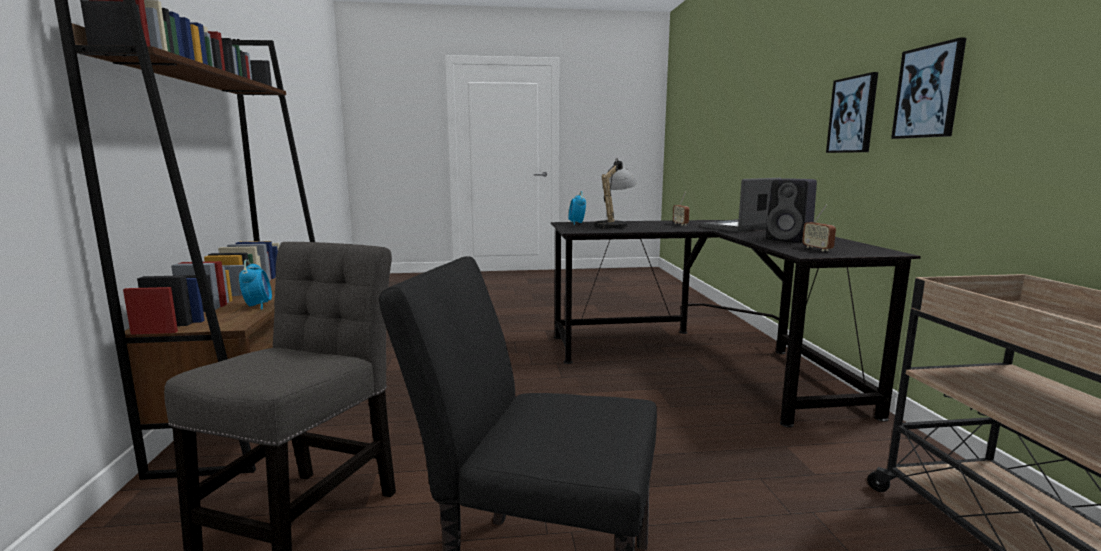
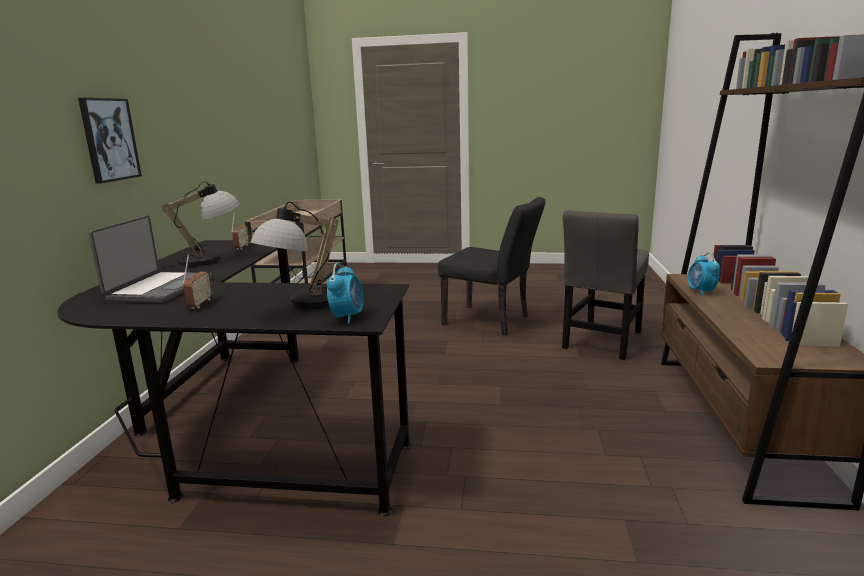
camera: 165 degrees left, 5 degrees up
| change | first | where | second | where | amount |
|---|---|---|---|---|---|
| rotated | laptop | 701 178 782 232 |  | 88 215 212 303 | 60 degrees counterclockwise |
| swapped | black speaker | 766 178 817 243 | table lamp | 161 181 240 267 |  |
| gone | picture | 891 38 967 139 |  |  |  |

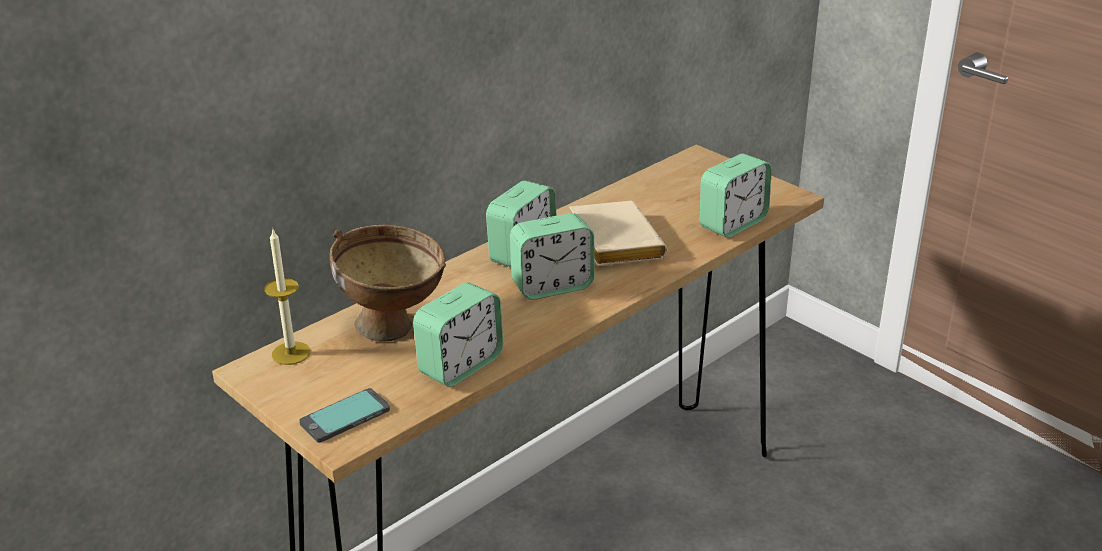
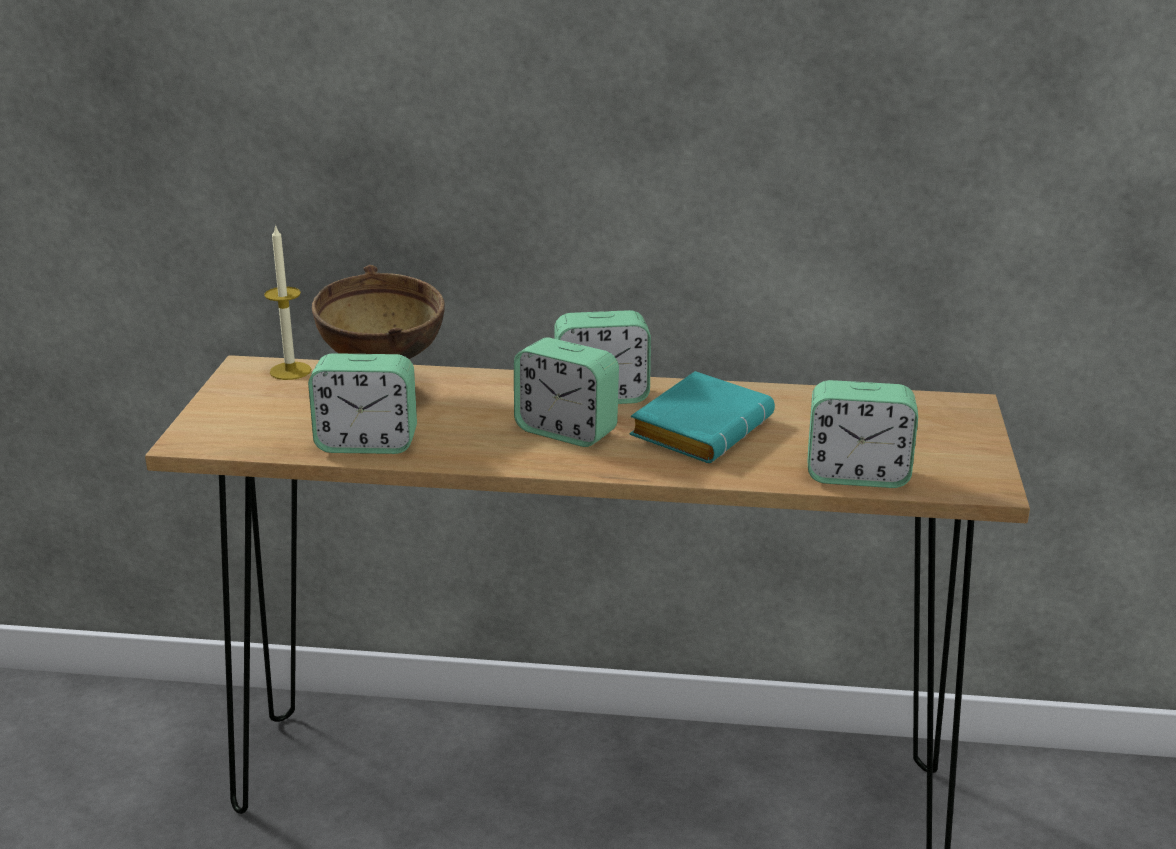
camera: 50 degrees right, 5 degrees down
| change | first | where | second | where | amount |
|---|---|---|---|---|---|
| repainted | beige book | 569 201 667 266 | turquoise book | 630 371 775 463 |  |
| gone | phone | 299 388 390 443 |  |  |  |

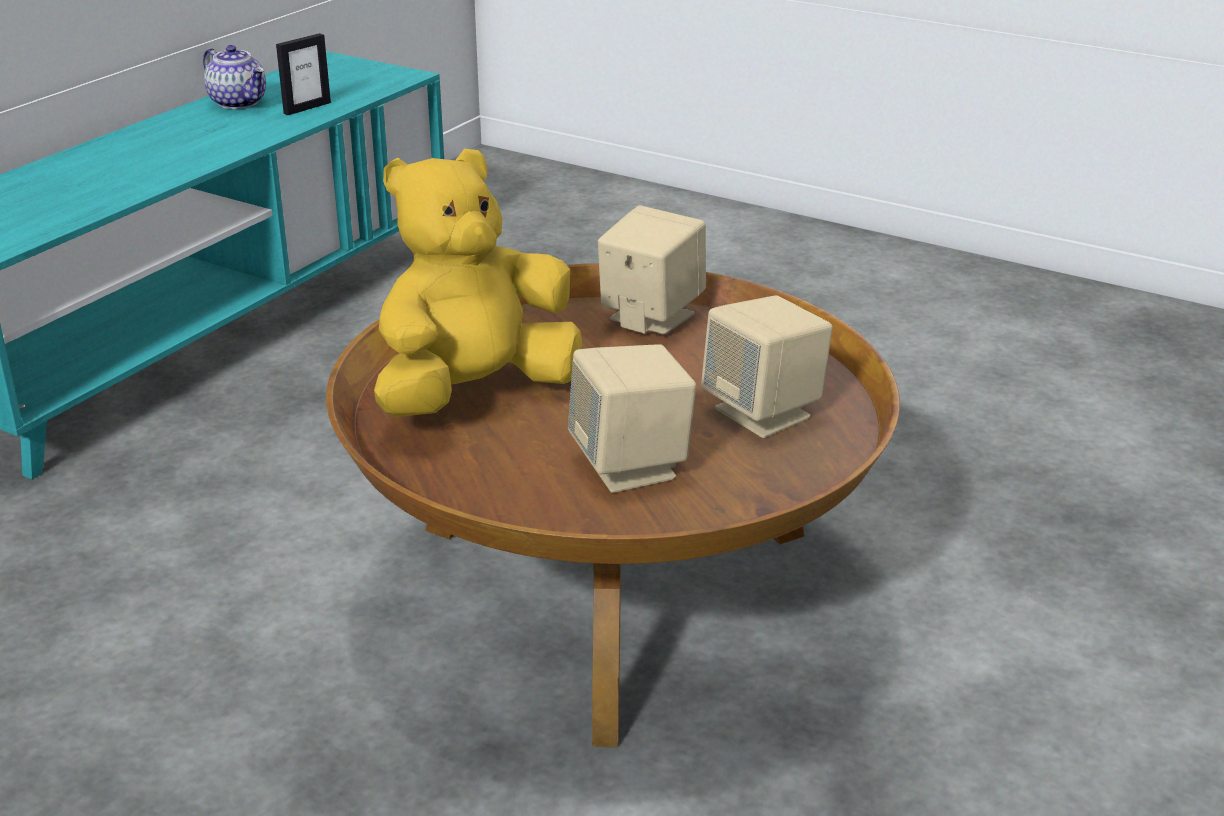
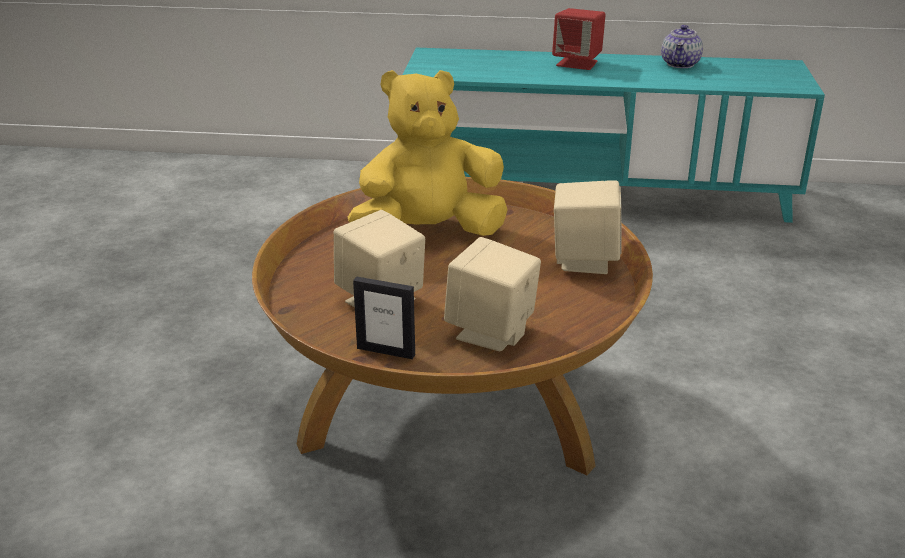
camera: 65 degrees right, 0 degrees up
| change | first | where | second | where | amount |
|---|---|---|---|---|---|
| rotated | yellow plush toy | 374 149 582 417 |  | 348 70 508 236 | 45 degrees counterclockwise |
| shifted | picture frame | 276 33 331 115 |  | 353 277 415 359 |  |
| new |  |  | red speaker | 552 8 606 70 |  |

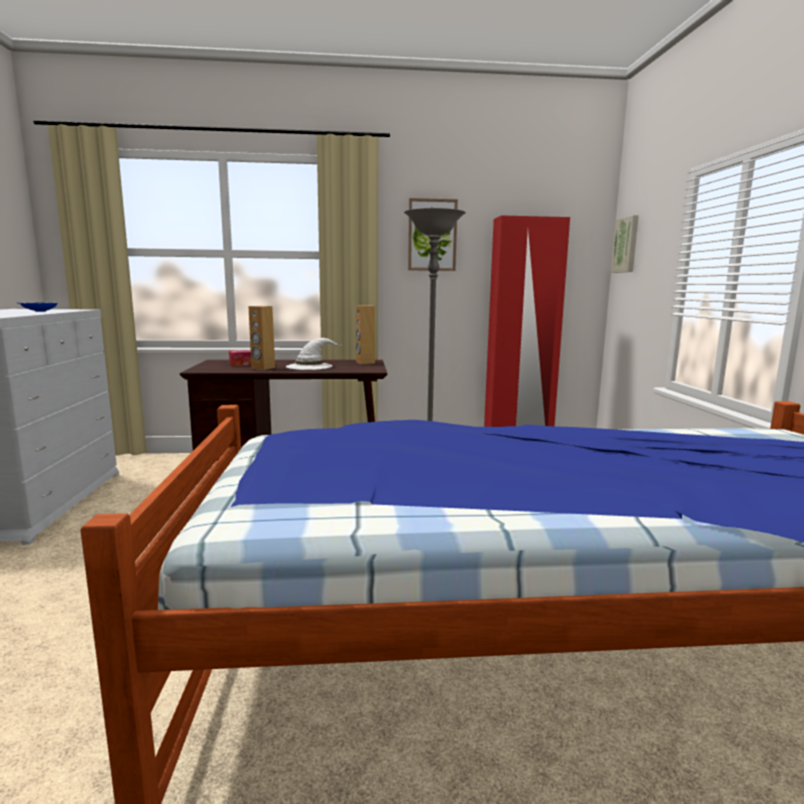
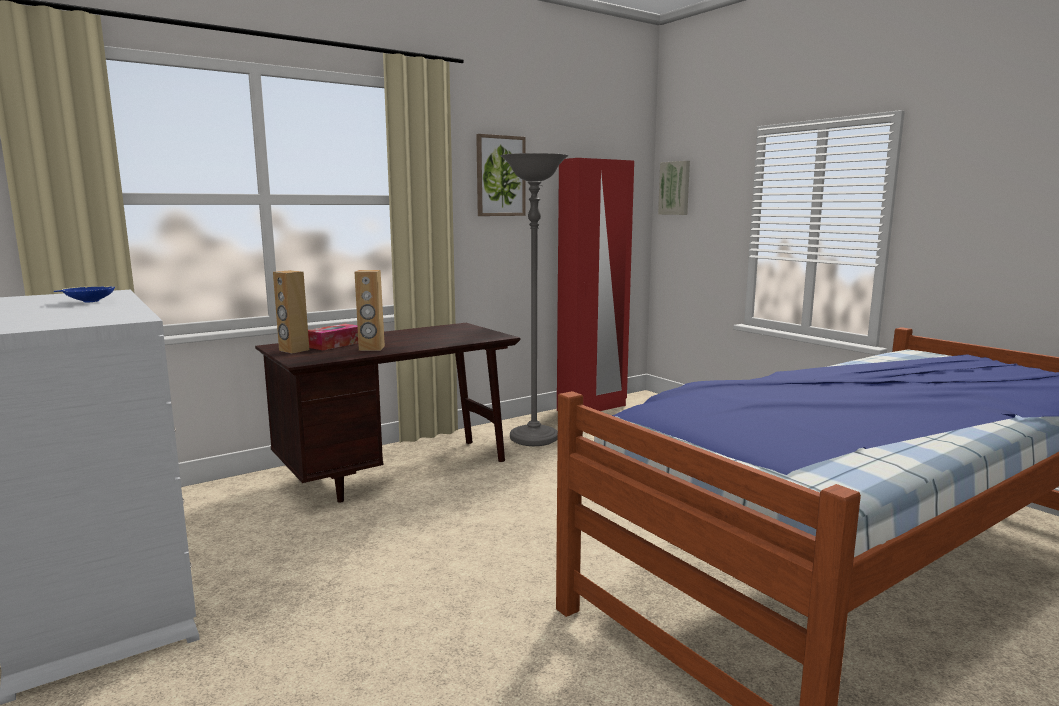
camera: 30 degrees left, 0 degrees up
| change | first | where | second | where | amount |
|---|---|---|---|---|---|
| shifted | brown speaker | 356 305 375 364 |  | 273 270 309 354 |  |
| gone | white hat | 286 338 341 370 |  |  |  |

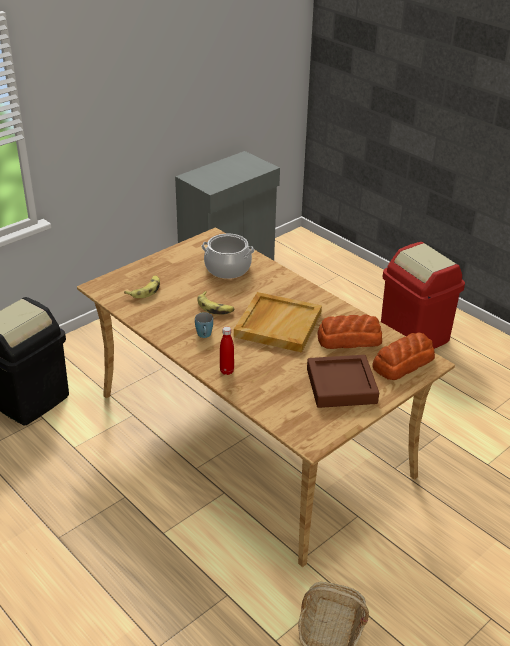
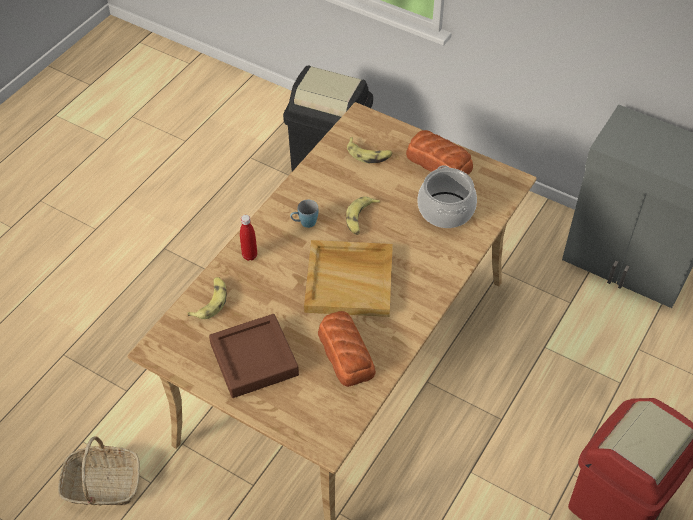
camera: 75 degrees right, 15 degrees up
| change | first | where | second | where | amount |
|---|---|---|---|---|---|
| new |  |  | banana | 187 277 227 319 |  |
| shifted | bread | 372 332 435 380 |  | 406 130 473 174 |  |

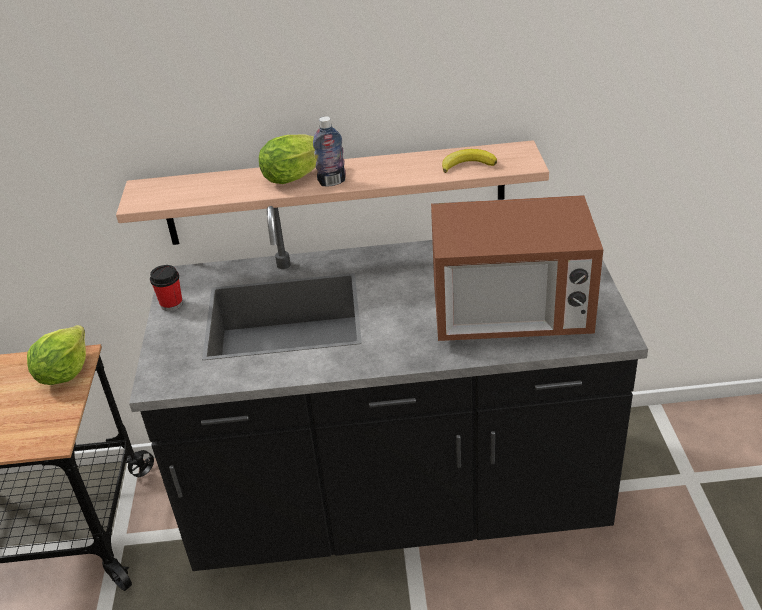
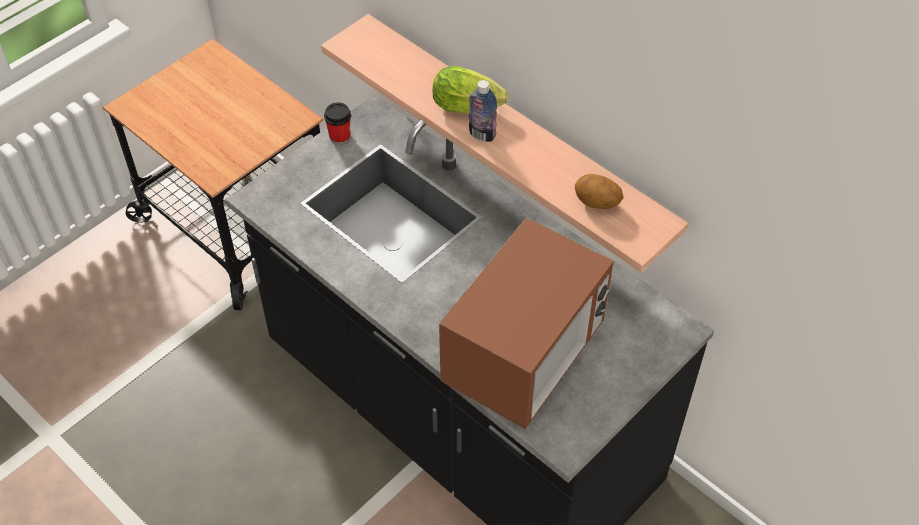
camera: 45 degrees right, 15 degrees up
| change | first | where | second | where | amount |
|---|---|---|---|---|---|
| rotated | microwave | 431 195 603 341 |  | 439 218 614 429 | 105 degrees counterclockwise |
| swapped | banana | 442 149 497 173 | potato | 575 174 623 209 |  |
| gone | lettuce | 27 325 86 385 |  |  |  |

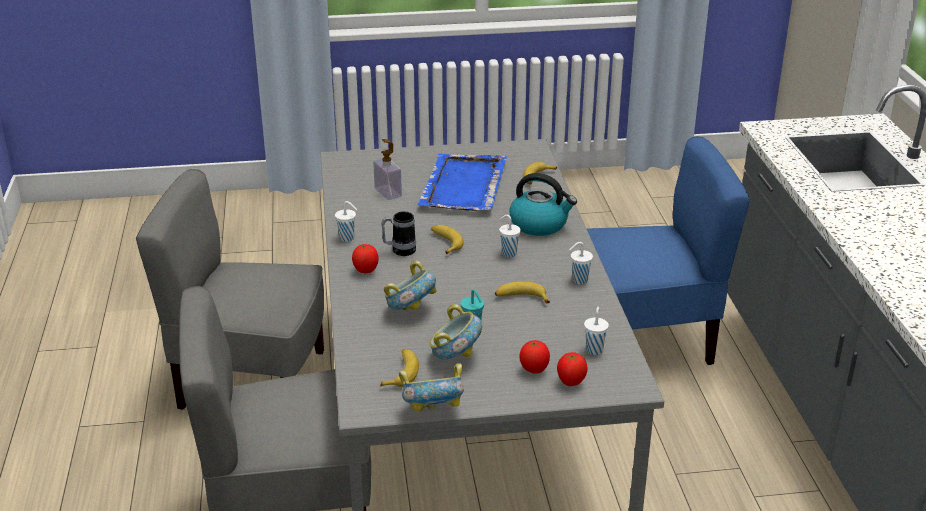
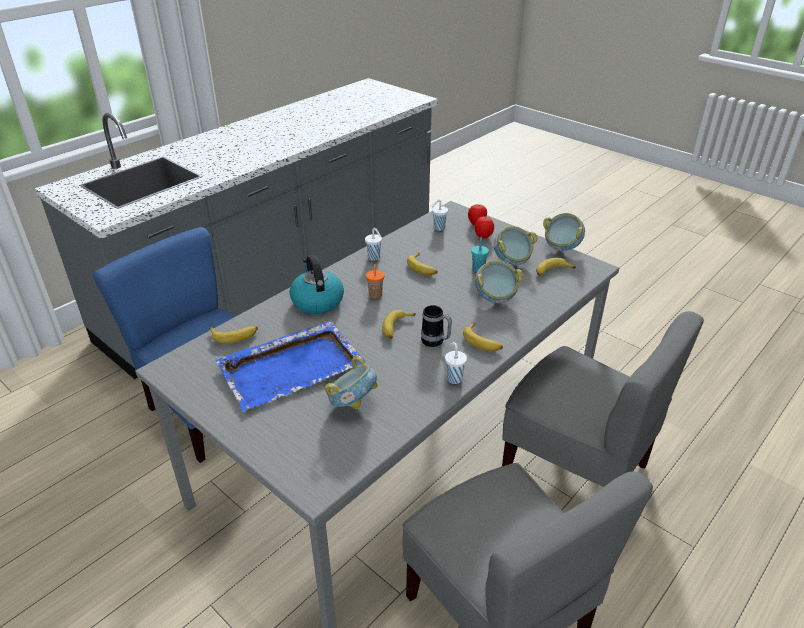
camera: 130 degrees left, 5 degrees up
| change | first | where | second | where | amount |
|---|---|---|---|---|---|
| swapped | soap dispenser | 373 139 402 200 | bowl | 325 355 378 409 |  |
| repainted | white cup | 499 215 521 257 | orange cup | 366 264 384 299 |  |
| swapped | tomato | 352 244 379 273 | banana | 463 322 503 351 |  |

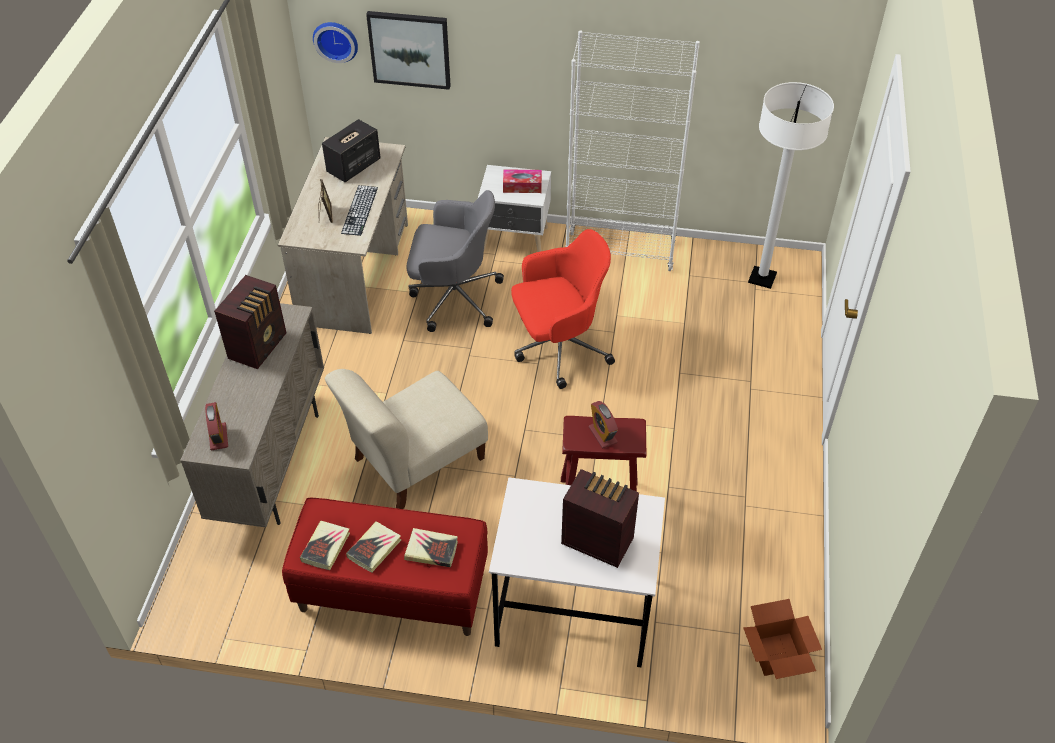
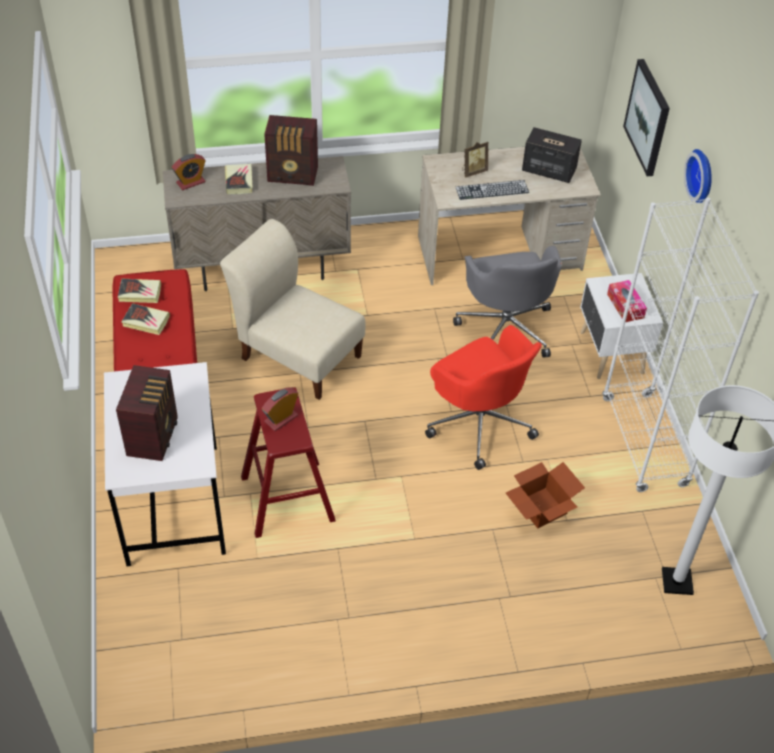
camera: 70 degrees right, 0 degrees up
| change | first | where | second | where | amount |
|---|---|---|---|---|---|
| shifted | book | 404 528 458 567 |  | 225 164 253 194 |  |
| shifted | cardboard box | 743 599 822 679 |  | 506 462 585 529 |  |
| shifted | wall clock | 313 22 358 63 |  | 684 149 712 203 |  |

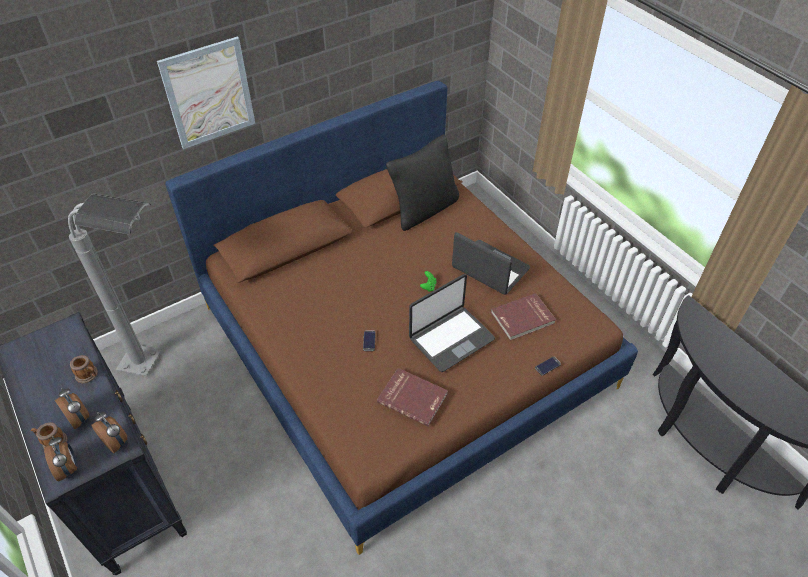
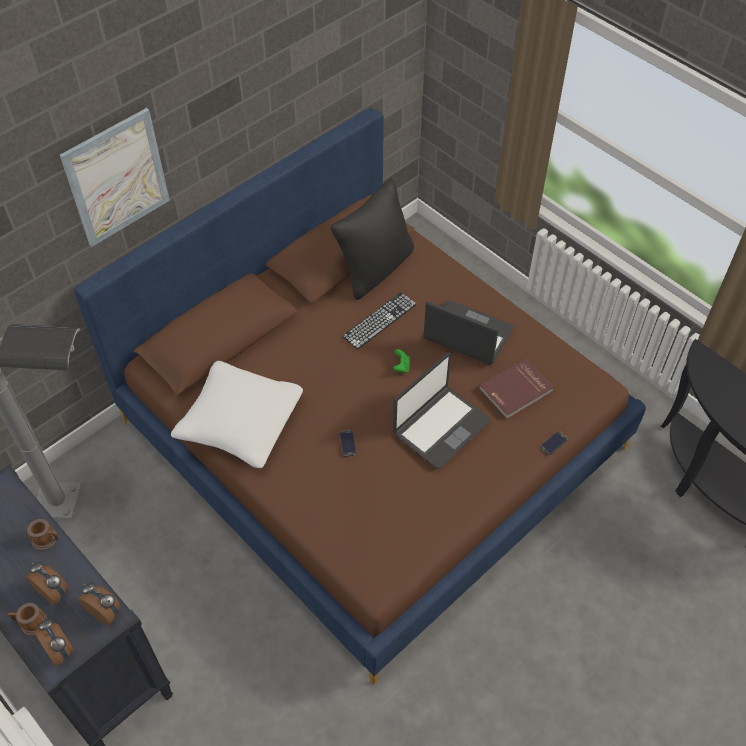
camera: 10 degrees left, 5 degrees up
| change | first | where | second | where | amount |
|---|---|---|---|---|---|
| new |  |  | white pillow | 171 361 303 468 |  |
| new |  |  | keyboard | 342 292 417 350 |  |
| gone | red book | 377 368 448 426 |  |  |  |

